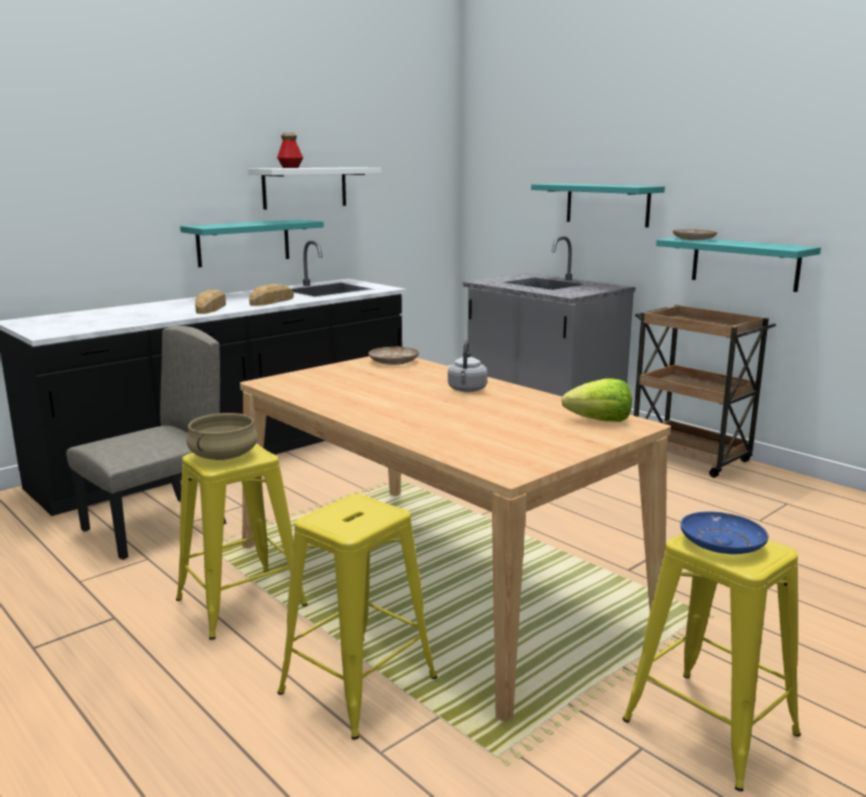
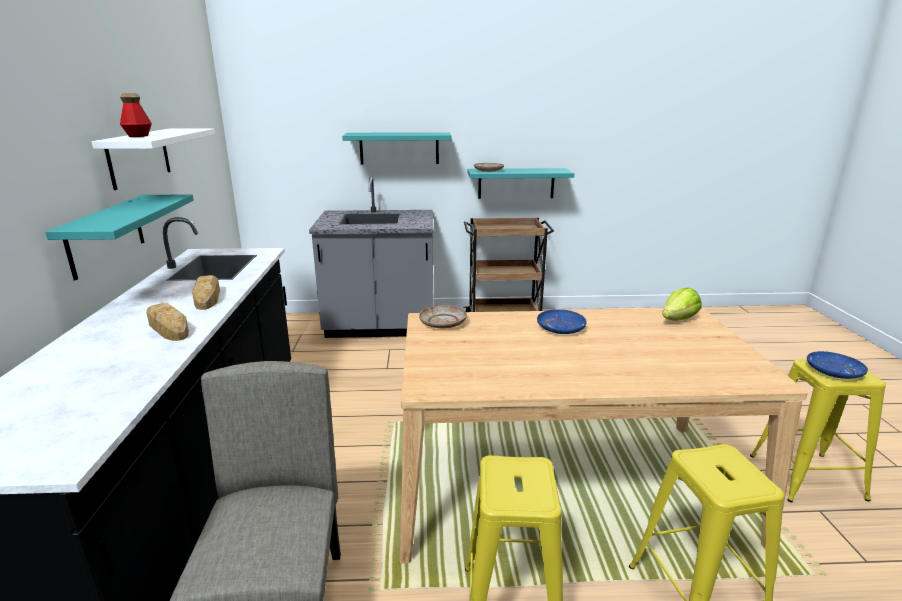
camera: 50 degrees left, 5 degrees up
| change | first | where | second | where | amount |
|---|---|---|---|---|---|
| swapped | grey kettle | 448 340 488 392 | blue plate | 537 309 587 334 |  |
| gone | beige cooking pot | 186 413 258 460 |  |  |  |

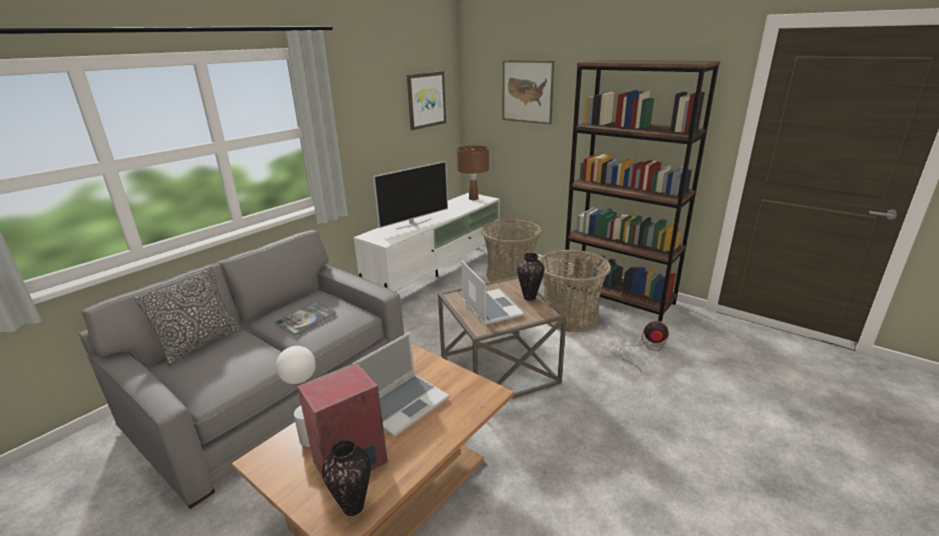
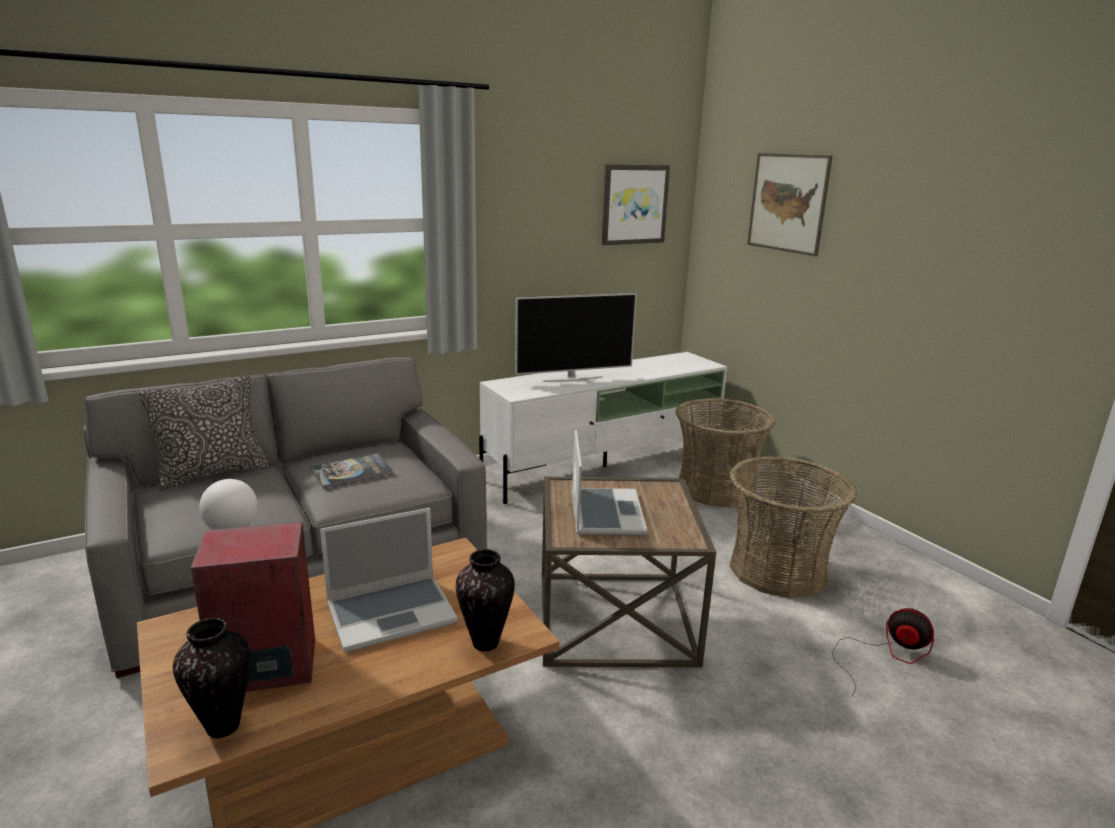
camera: 20 degrees right, 5 degrees down
| change | first | where | second | where | amount |
|---|---|---|---|---|---|
| shifted | vase | 517 253 544 301 |  | 456 549 515 651 |  |
| gone | brown table lamp | 457 146 489 200 |  |  |  |
| gone | brown bookcase | 563 60 720 322 |  |  |  |

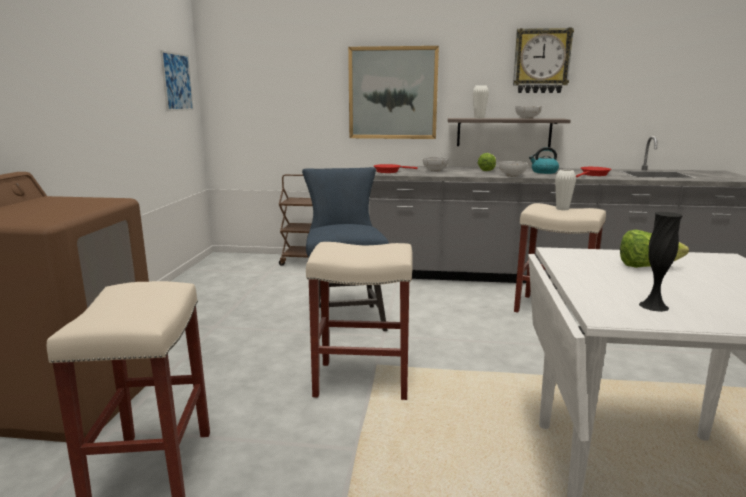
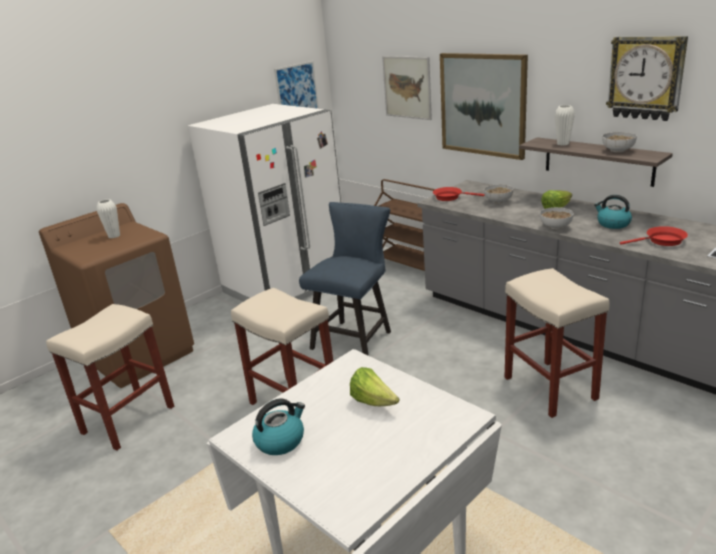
camera: 40 degrees right, 10 degrees up
| change | first | where | second | where | amount |
|---|---|---|---|---|---|
| shifted | white vase | 555 170 576 210 |  | 97 199 120 238 |  |
| new |  |  | white fridge | 188 104 341 302 |  |
| swapped | black vase | 639 212 682 312 | kettle | 252 398 305 455 |  |
| new |  |  | picture | 382 56 432 120 |  |

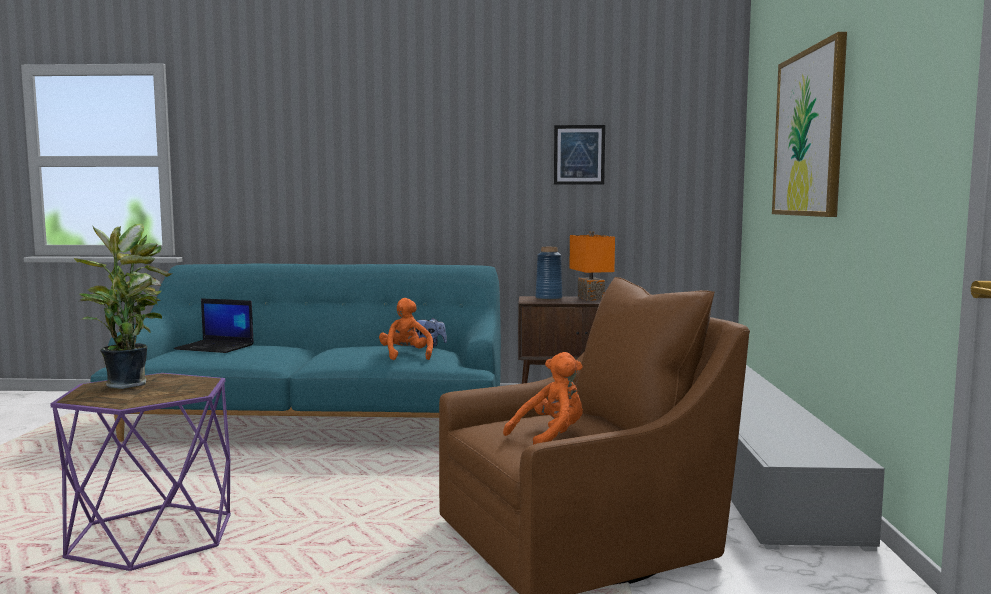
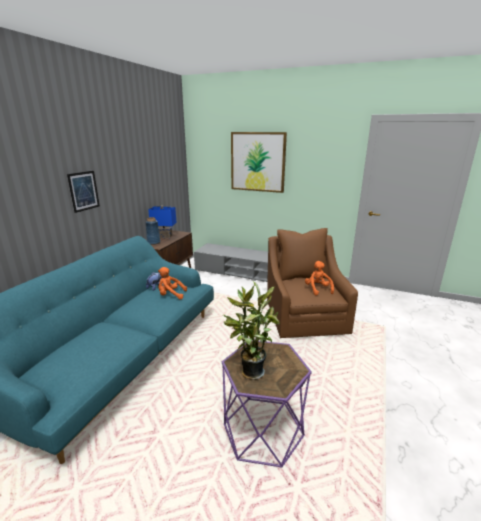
camera: 70 degrees left, 15 degrees up
| change | first | where | second | where | amount |
|---|---|---|---|---|---|
| shifted | picture | 554 125 605 185 |  | 67 171 100 213 |  |
| repainted | orange table lamp | 569 231 615 301 | blue table lamp | 148 206 176 238 |  |
| gone | laptop | 174 298 254 353 |  |  |  |

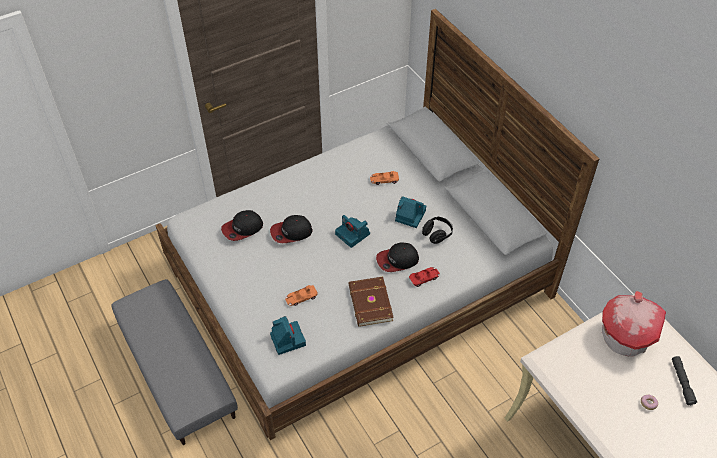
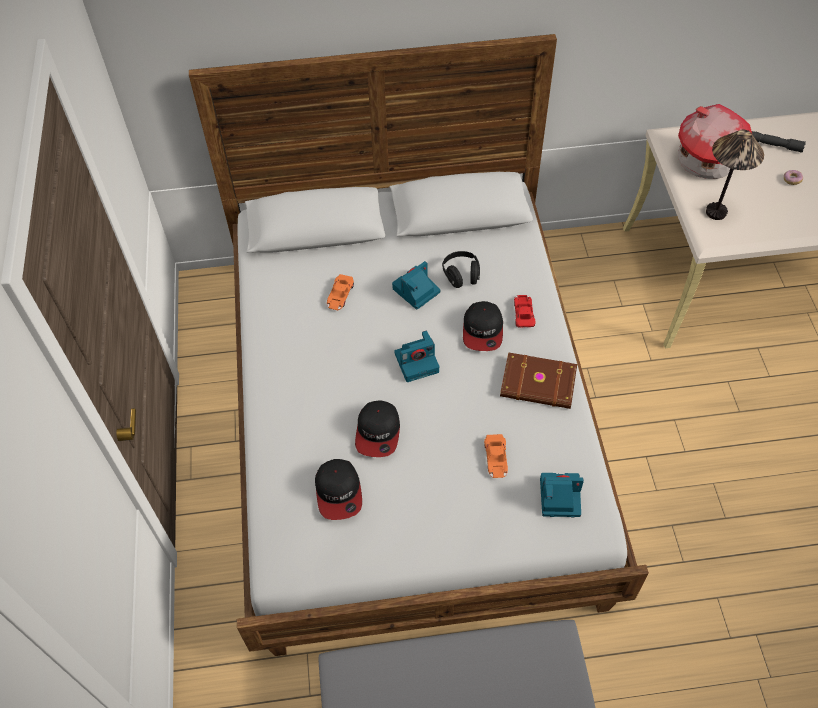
camera: 65 degrees left, 5 degrees up
| change | first | where | second | where | amount |
|---|---|---|---|---|---|
| new |  |  | table lamp | 706 130 764 220 |  |

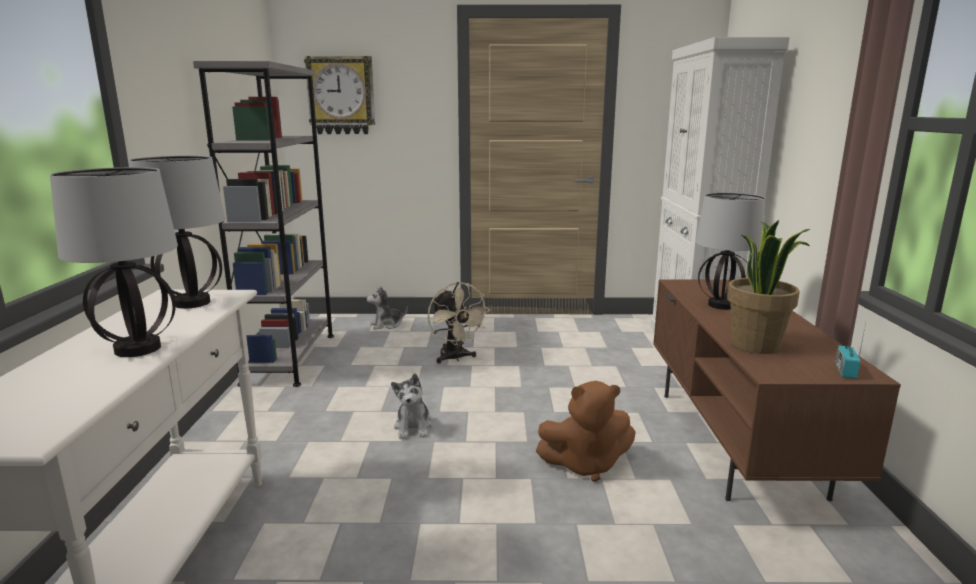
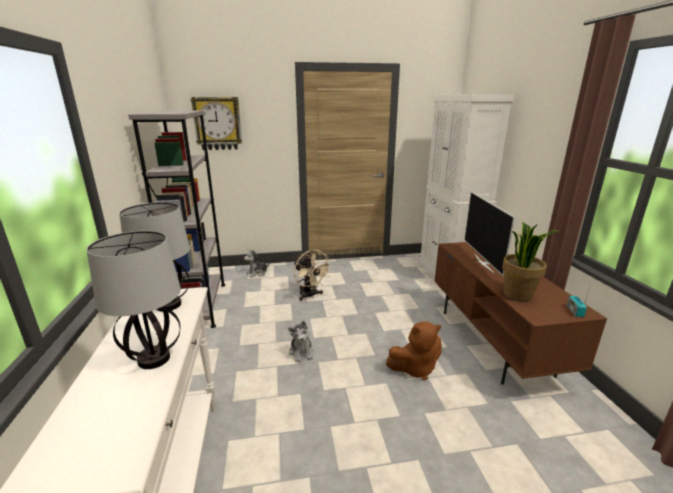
camera: 10 degrees left, 5 degrees up
| change | first | where | second | where | amount |
|---|---|---|---|---|---|
| swapped | table lamp | 696 193 765 310 | television | 464 191 515 276 |  |

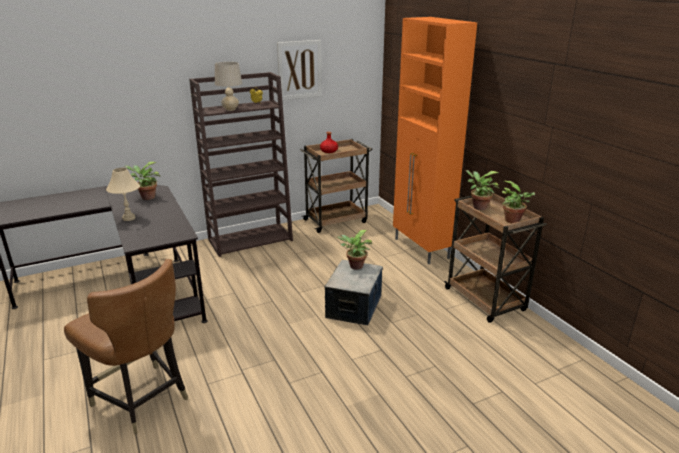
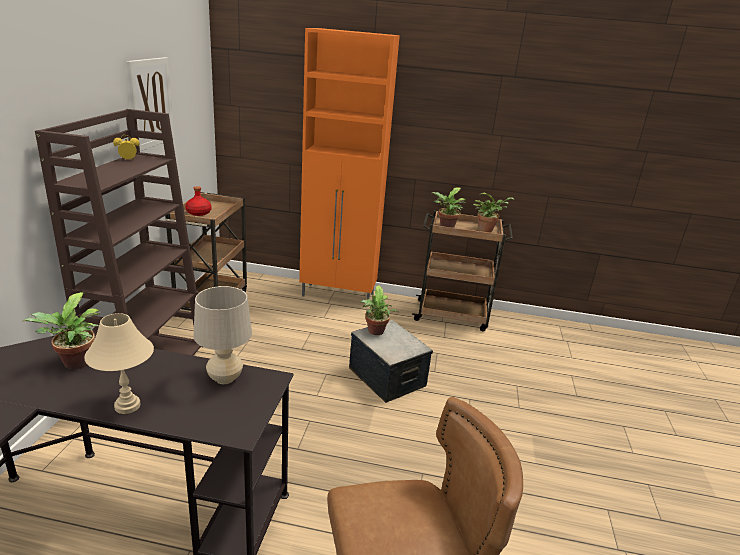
camera: 55 degrees left, 0 degrees up
| change | first | where | second | where | amount |
|---|---|---|---|---|---|
| shifted | beige table lamp | 215 62 242 111 |  | 193 286 252 384 |  |

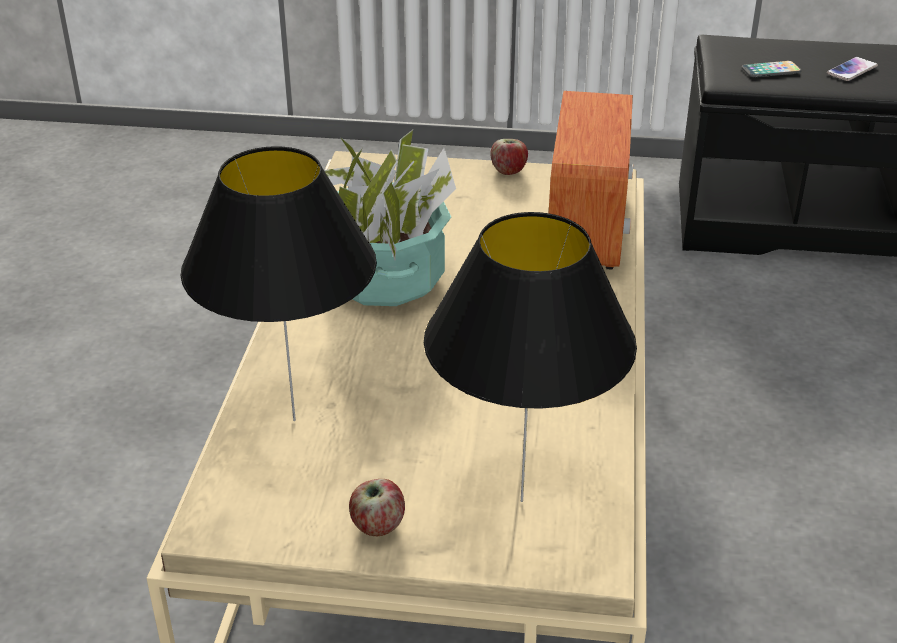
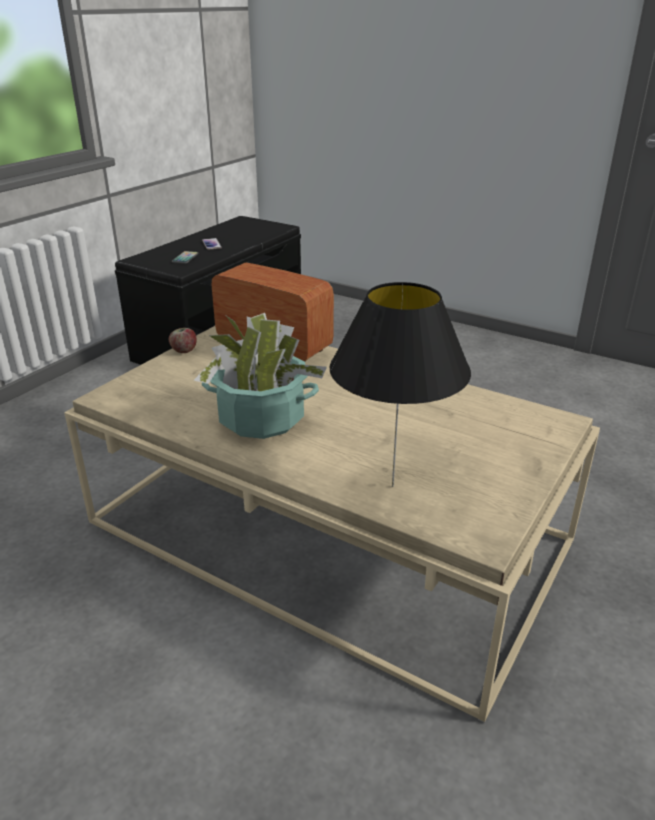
camera: 65 degrees left, 5 degrees down
| change | first | where | second | where | amount |
|---|---|---|---|---|---|
| gone | apple | 349 479 405 536 |  |  |  |
| gone | black table lamp | 424 212 637 502 |  |  |  |

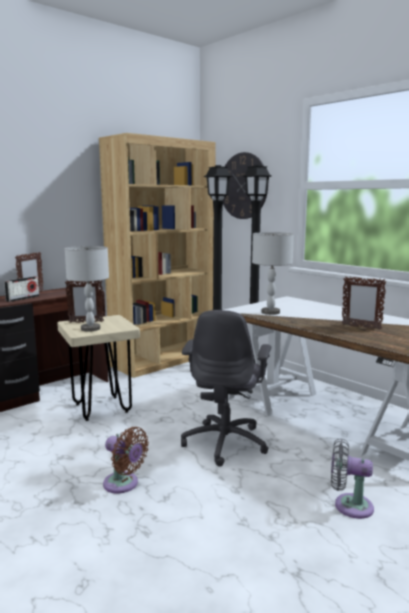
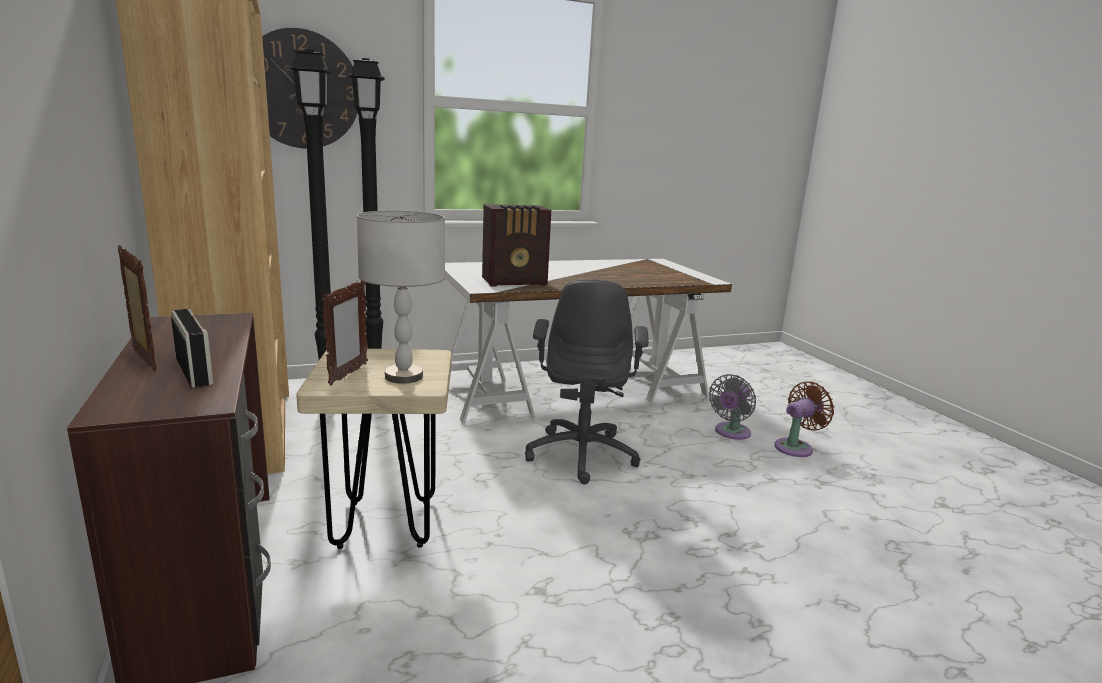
camera: 70 degrees left, 5 degrees up
| change | first | where | second | where | amount |
|---|---|---|---|---|---|
| swapped | grey table lamp | 252 232 294 315 | radio | 482 204 551 286 |  |
| rotated | grey office chair | 181 310 271 467 |  | 525 279 649 484 | 60 degrees clockwise |
| shifted | brown fan | 103 427 149 493 |  | 774 381 834 457 |  |
| gone | picture frame | 342 277 386 330 |  |  |  |

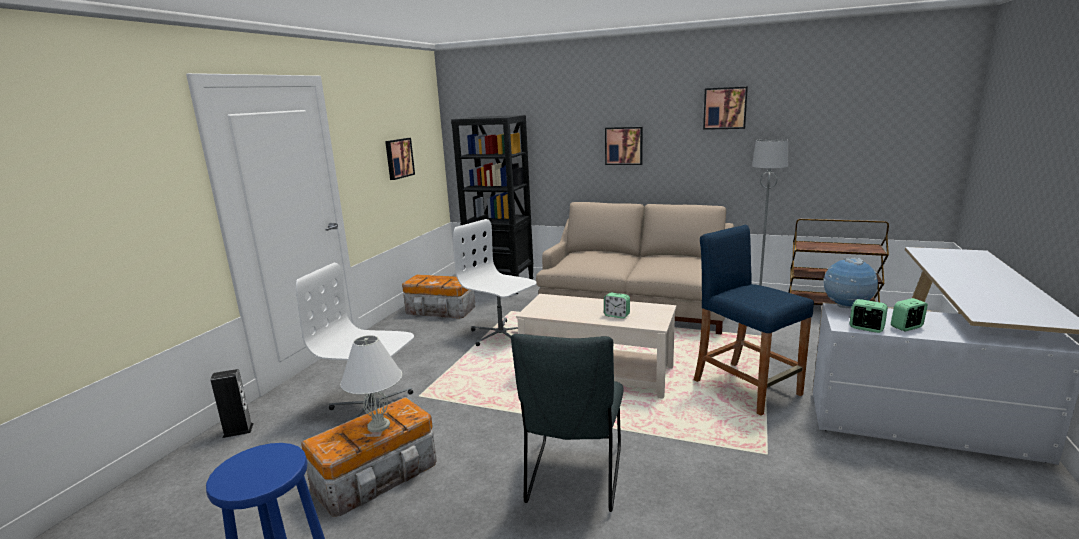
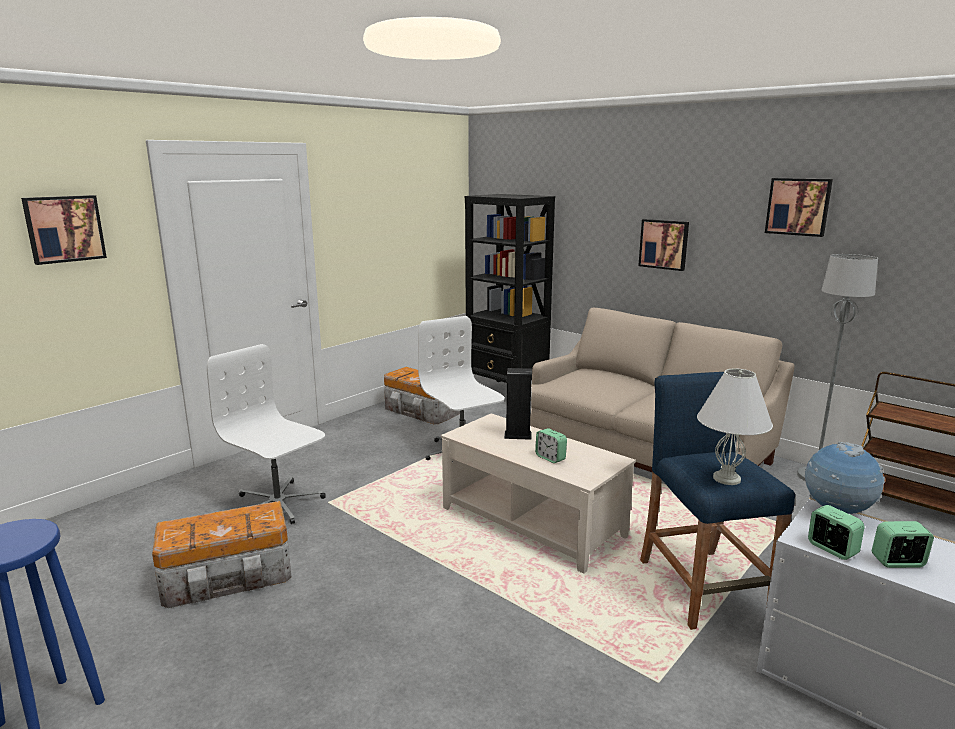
camera: 20 degrees right, 0 degrees up
| change | first | where | second | where | amount |
|---|---|---|---|---|---|
| shifted | picture | 385 138 415 180 |  | 21 195 107 265 |  |
| shifted | speaker | 210 369 253 438 |  | 504 368 532 440 |  |
| shifted | white table lamp | 340 335 402 432 |  | 697 369 773 485 |  |
| gone | grey chair | 511 334 624 512 |  |  |  |

